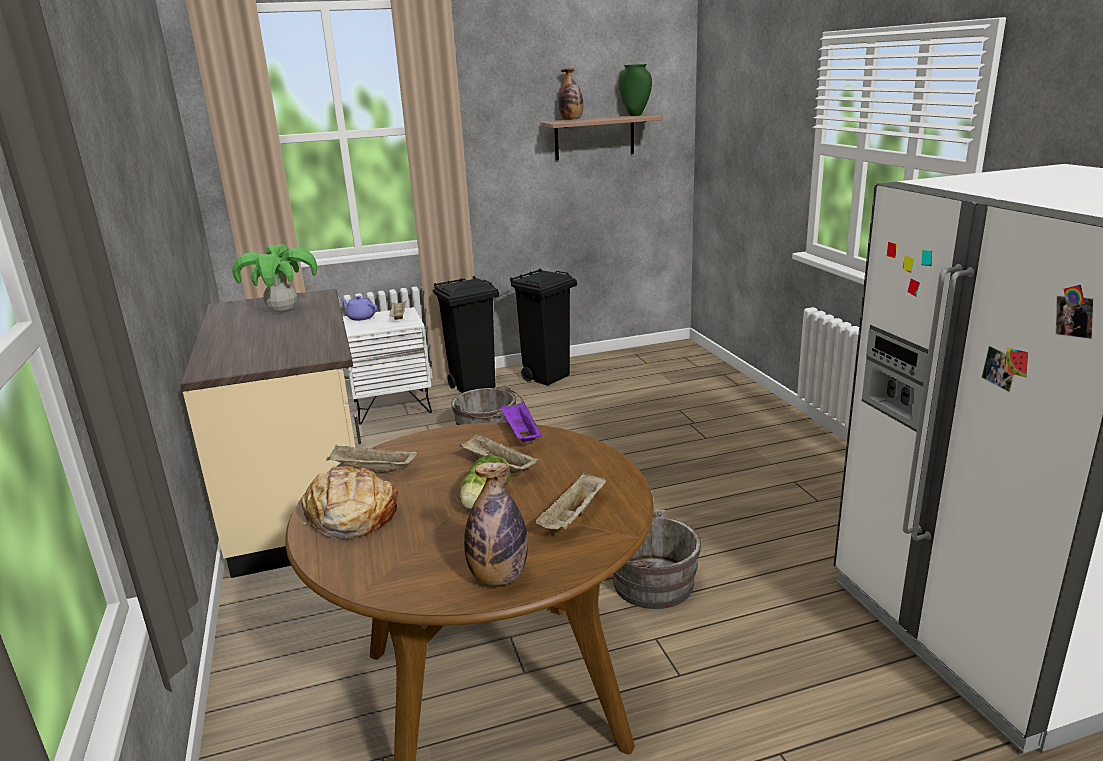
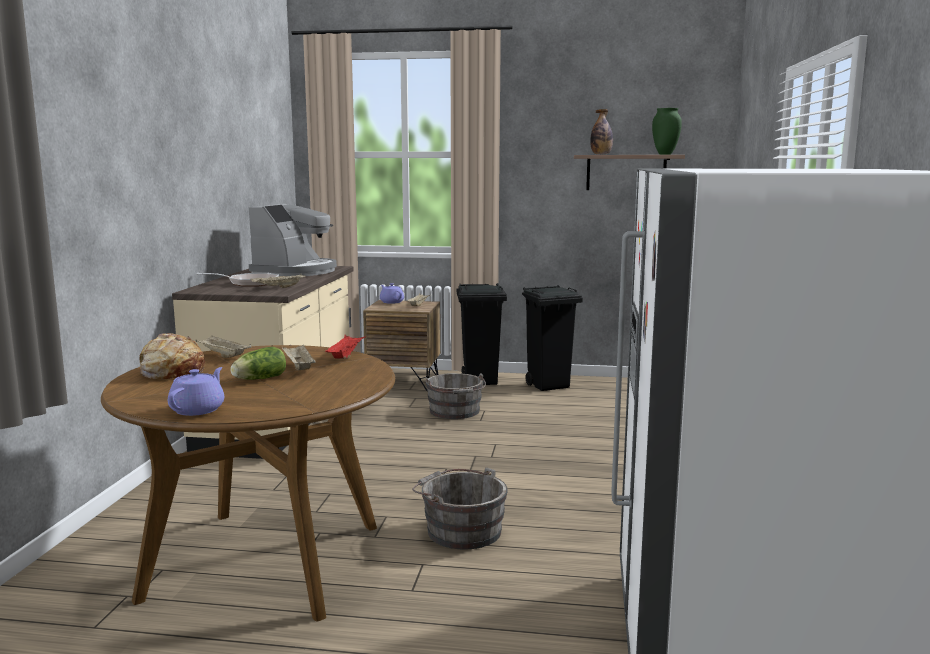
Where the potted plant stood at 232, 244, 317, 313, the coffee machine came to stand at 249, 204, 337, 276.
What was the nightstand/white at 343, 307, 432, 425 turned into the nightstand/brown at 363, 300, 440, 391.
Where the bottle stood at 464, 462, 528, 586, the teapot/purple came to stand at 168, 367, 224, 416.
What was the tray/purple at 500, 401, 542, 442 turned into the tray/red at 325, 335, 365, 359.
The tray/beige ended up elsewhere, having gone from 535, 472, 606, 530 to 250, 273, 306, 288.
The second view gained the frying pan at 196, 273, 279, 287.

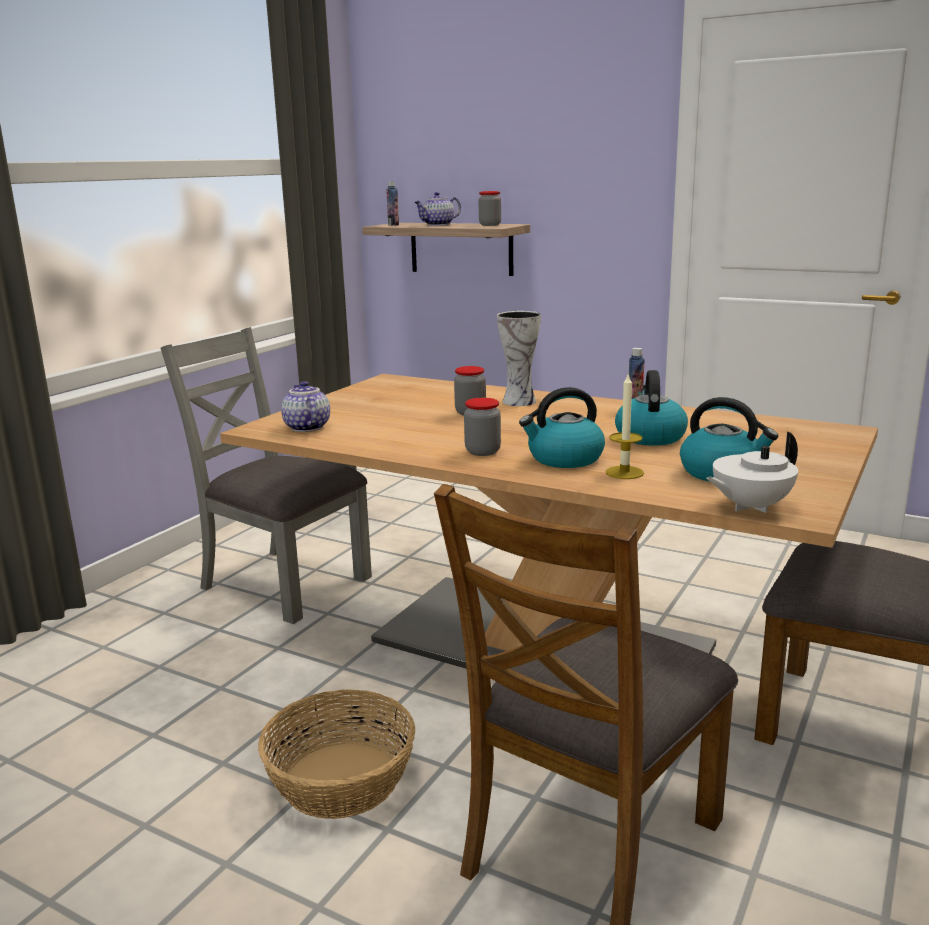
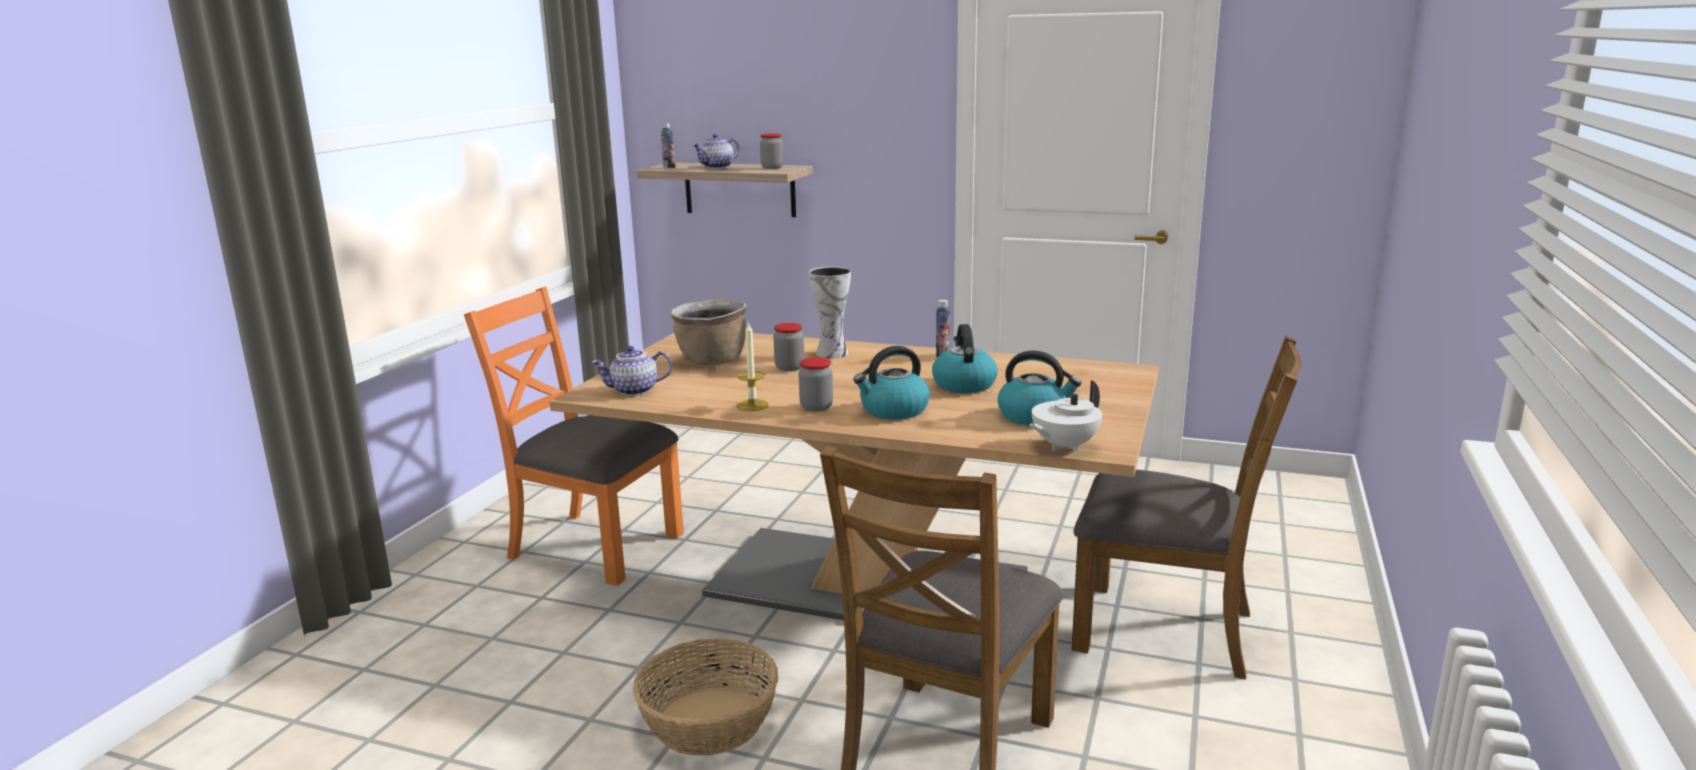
What was the chair/grey at 161, 327, 372, 624 turned into the chair/orange at 464, 286, 684, 586.
The teapot at 281, 381, 330, 432 ended up facing another way, 75 degrees counterclockwise from before.
The candle ended up elsewhere, having gone from 605, 374, 644, 479 to 737, 321, 769, 411.
The second view gained the cooking pot/brown at 670, 300, 747, 365.

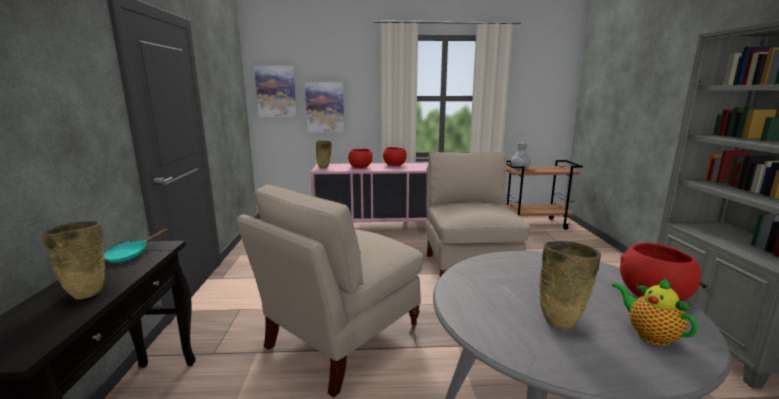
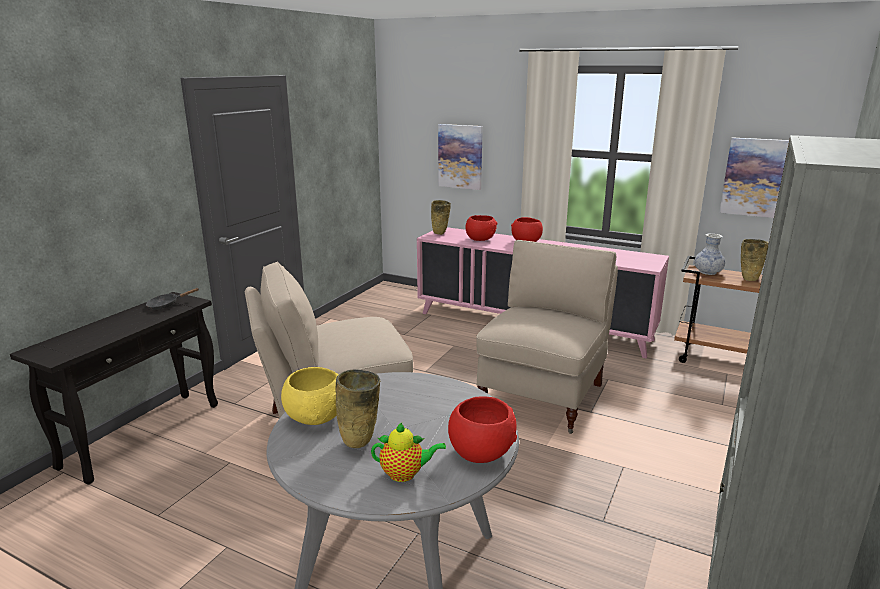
The vase/beige ended up elsewhere, having gone from 42, 221, 105, 299 to 741, 239, 768, 281.
What was the frying pan/turquoise at 104, 229, 167, 263 turned into the frying pan/black at 146, 288, 199, 310.
The picture ended up elsewhere, having gone from 254, 65, 297, 117 to 719, 137, 789, 218.
The teapot at 612, 277, 698, 346 ended up facing another way, 90 degrees clockwise from before.
The second view gained the bowl/yellow at 281, 367, 339, 425.

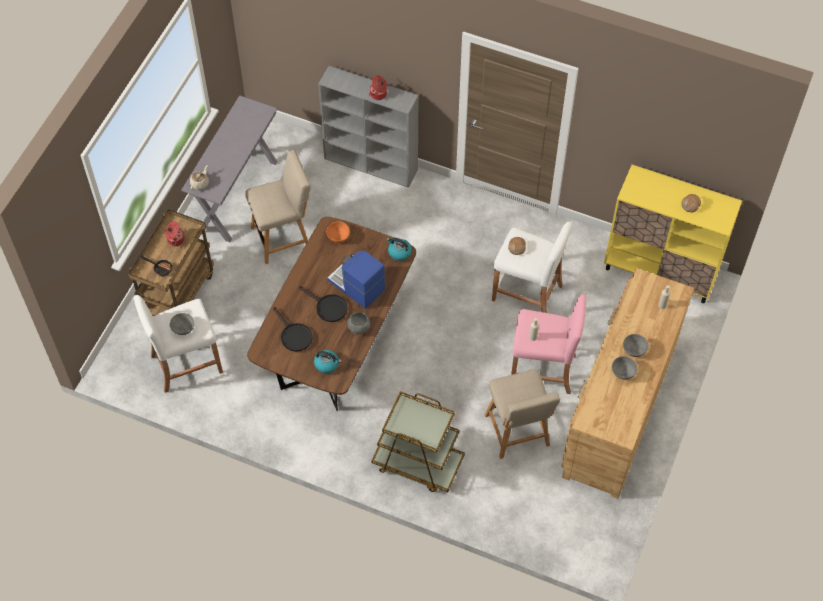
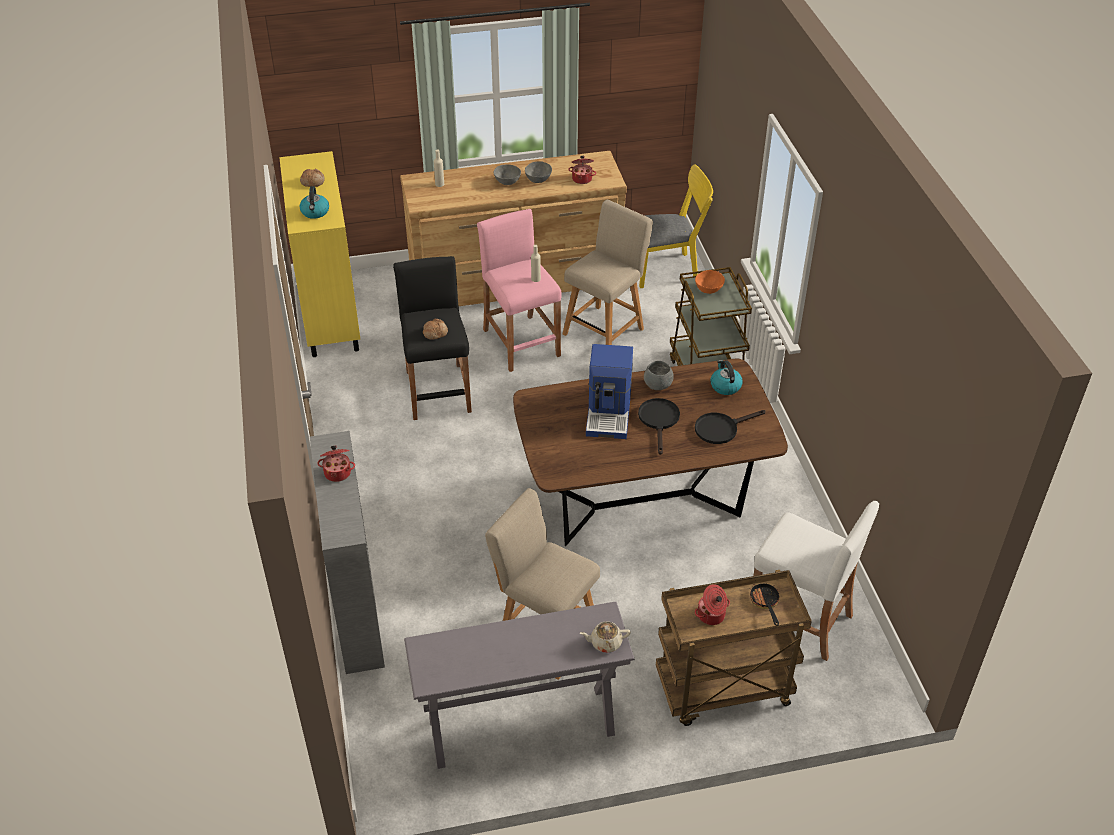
The second view lost the bowl/grey at 170, 313, 195, 335.
The frying pan/black at 273, 307, 312, 352 ended up facing another way, 135 degrees counterclockwise from before.
The bowl/orange ended up elsewhere, having gone from 326, 221, 350, 243 to 695, 270, 725, 294.
The kettle ended up elsewhere, having gone from 386, 237, 412, 261 to 300, 186, 329, 219.
What was the stool/white at 492, 221, 572, 313 turned into the stool/black at 393, 256, 472, 420.
The second view gained the cooking pot at 568, 156, 596, 184.
The second view gained the chair/yellow at 639, 164, 713, 288.

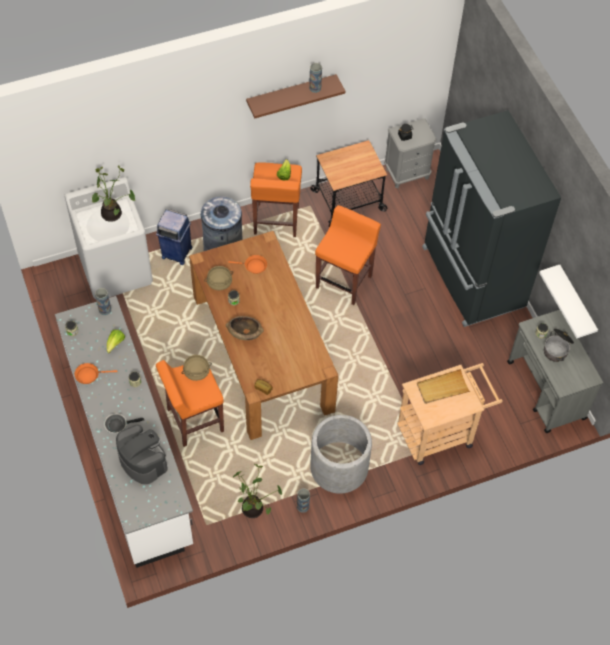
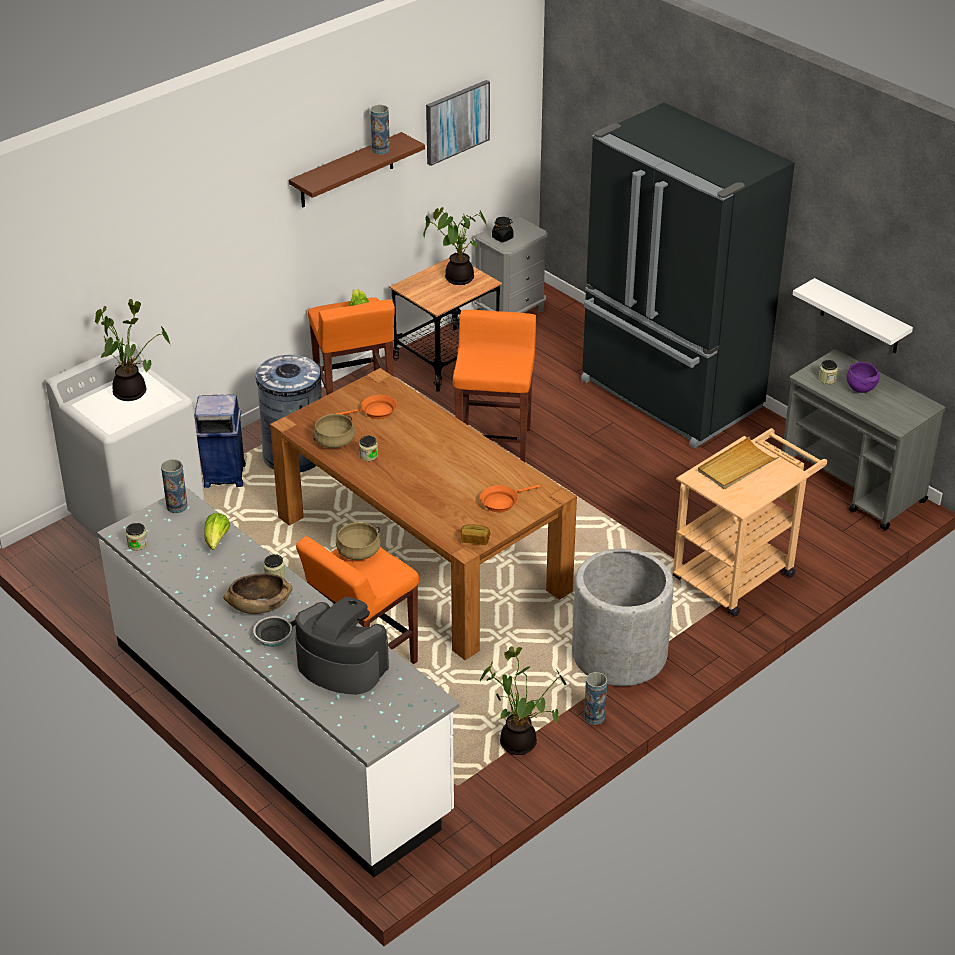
The frying pan/orange ended up elsewhere, having gone from 74, 363, 117, 384 to 480, 485, 540, 512.
The bowl/brown ended up elsewhere, having gone from 226, 316, 264, 340 to 223, 573, 293, 614.
Where the cooking pot stood at 544, 328, 574, 362, the bowl/purple came to stand at 847, 362, 880, 393.
The second view gained the potted plant at 423, 207, 487, 285.
The second view gained the picture at 426, 80, 490, 166.

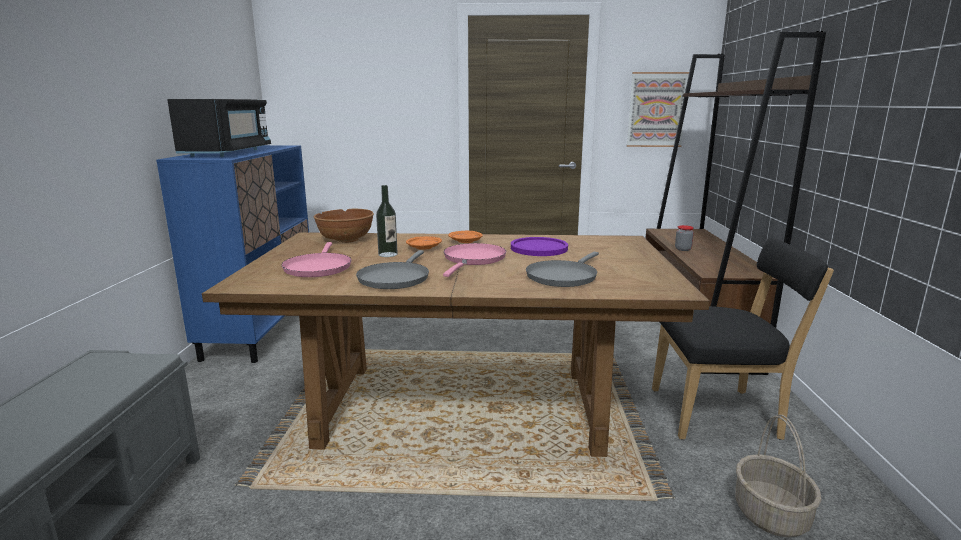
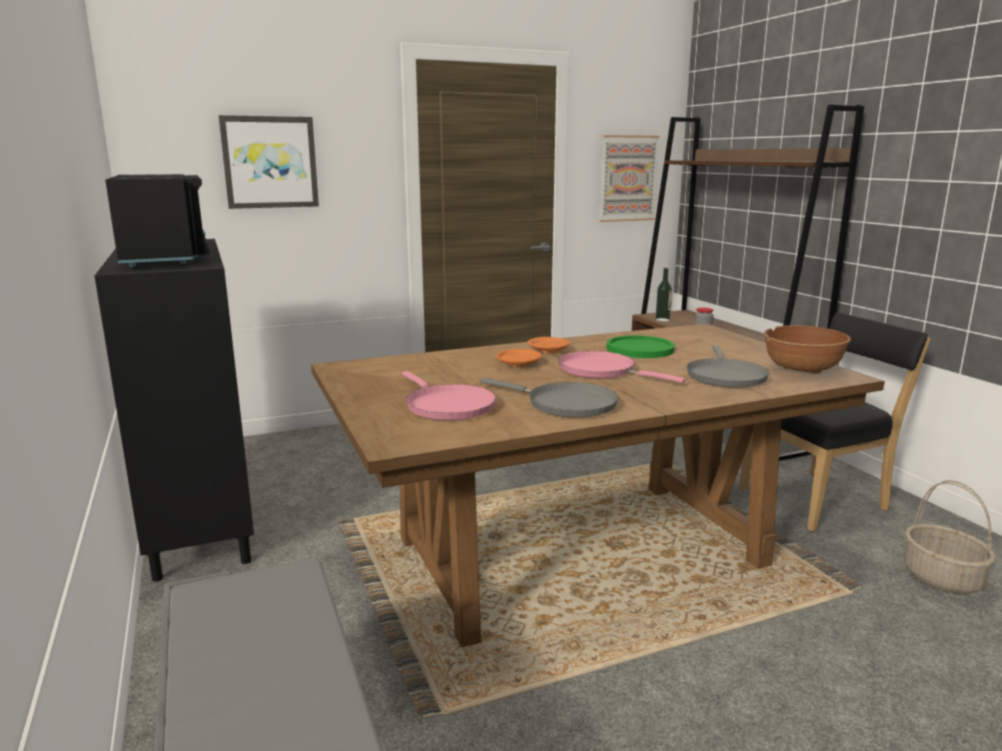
What was the cabinet/blue at 156, 145, 309, 363 turned into the cabinet/black at 95, 239, 254, 582.
The bowl/brown ended up elsewhere, having gone from 314, 209, 374, 243 to 764, 325, 851, 374.
The frying pan/grey at 356, 250, 429, 289 ended up facing another way, 45 degrees counterclockwise from before.
The bottle ended up elsewhere, having gone from 376, 185, 398, 257 to 656, 268, 672, 322.
The frying pan/pink at 443, 243, 506, 277 ended up facing another way, 45 degrees counterclockwise from before.
What was the plate/purple at 511, 237, 568, 256 turned into the plate/green at 606, 335, 675, 358.
The second view gained the picture at 219, 115, 319, 209.

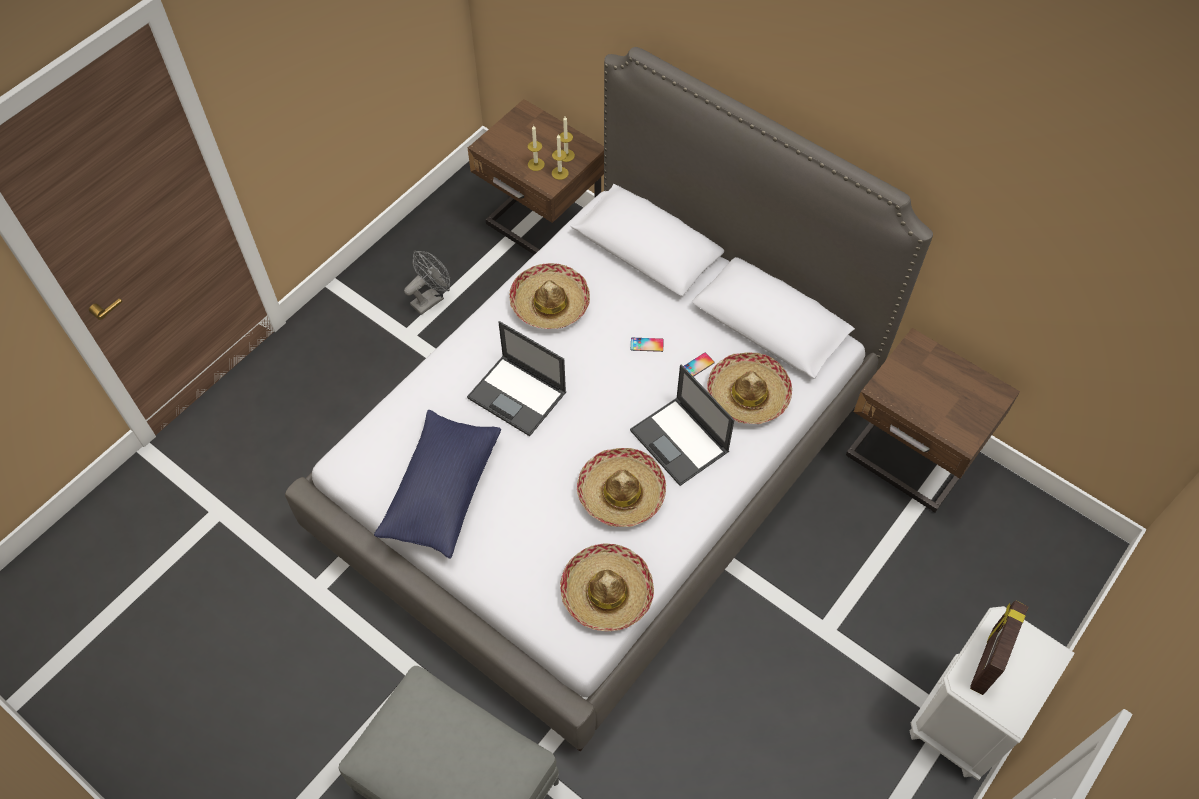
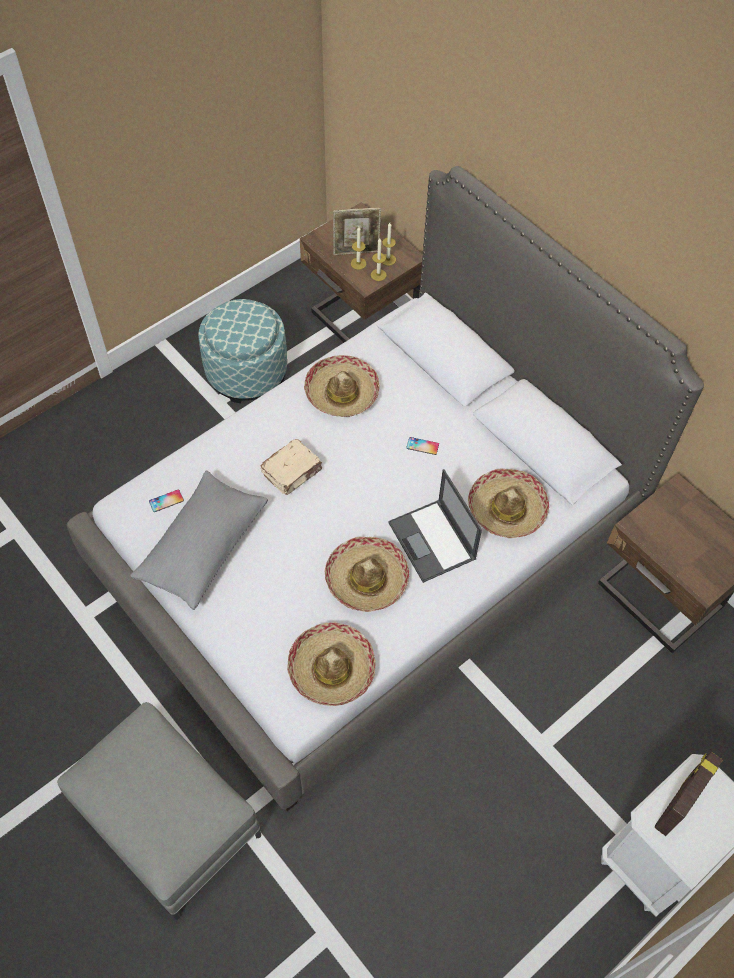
What was the pillow/blue at 374, 410, 501, 559 turned into the pillow/grey at 130, 471, 268, 610.
Where the fan/grey stood at 404, 251, 450, 315, the ottoman came to stand at 198, 299, 287, 403.
Where the laptop stood at 467, 321, 566, 436, the book/beige came to stand at 261, 439, 322, 495.
The phone ended up elsewhere, having gone from 683, 353, 714, 377 to 149, 489, 184, 512.
The second view gained the picture frame at 333, 207, 381, 255.

